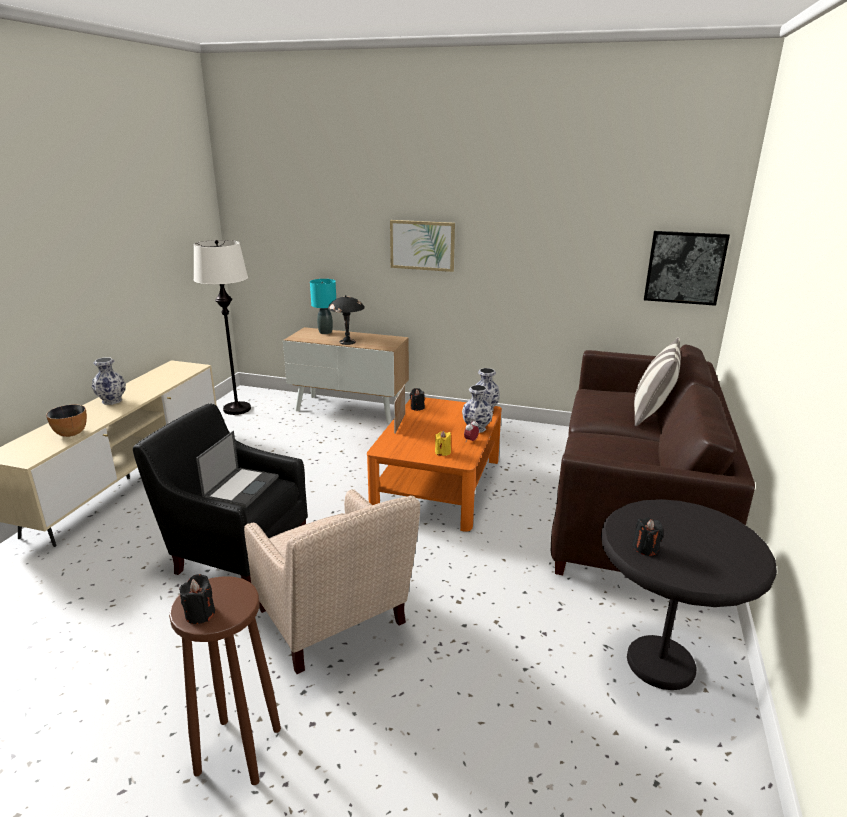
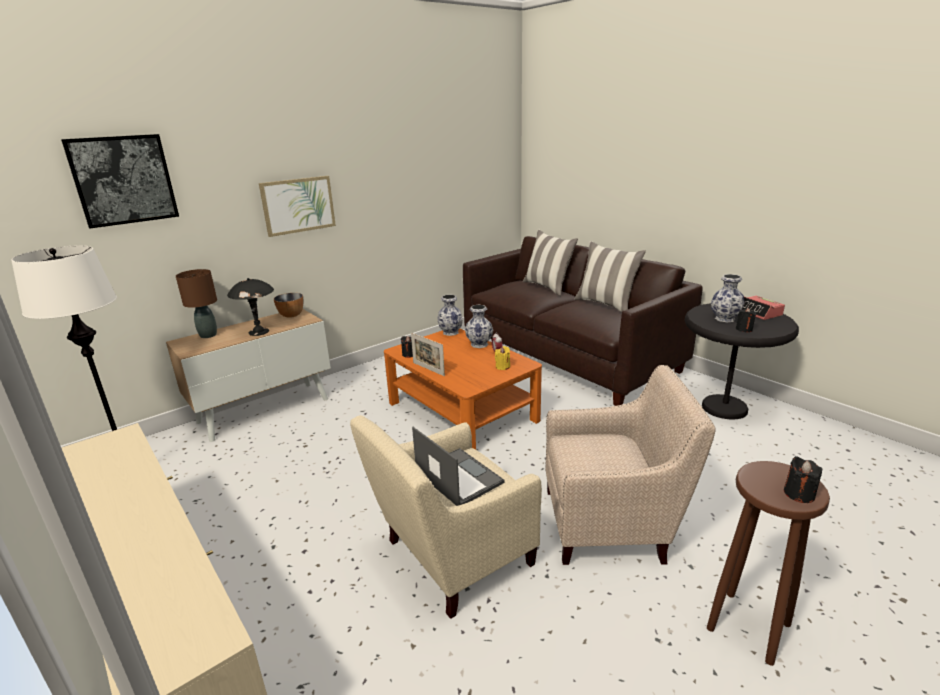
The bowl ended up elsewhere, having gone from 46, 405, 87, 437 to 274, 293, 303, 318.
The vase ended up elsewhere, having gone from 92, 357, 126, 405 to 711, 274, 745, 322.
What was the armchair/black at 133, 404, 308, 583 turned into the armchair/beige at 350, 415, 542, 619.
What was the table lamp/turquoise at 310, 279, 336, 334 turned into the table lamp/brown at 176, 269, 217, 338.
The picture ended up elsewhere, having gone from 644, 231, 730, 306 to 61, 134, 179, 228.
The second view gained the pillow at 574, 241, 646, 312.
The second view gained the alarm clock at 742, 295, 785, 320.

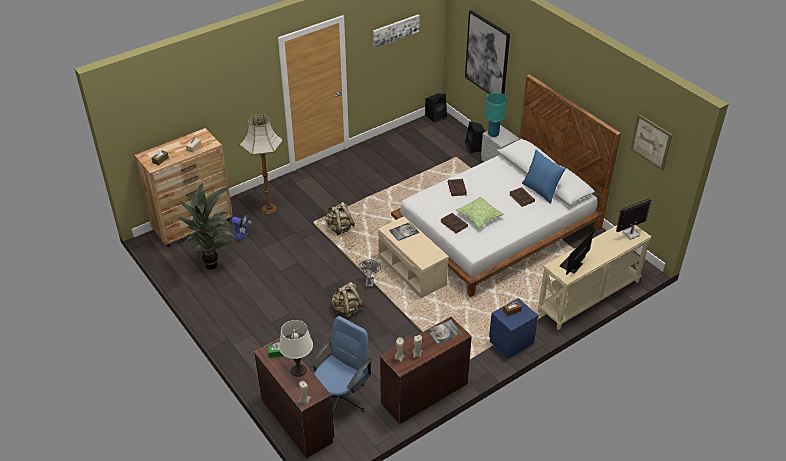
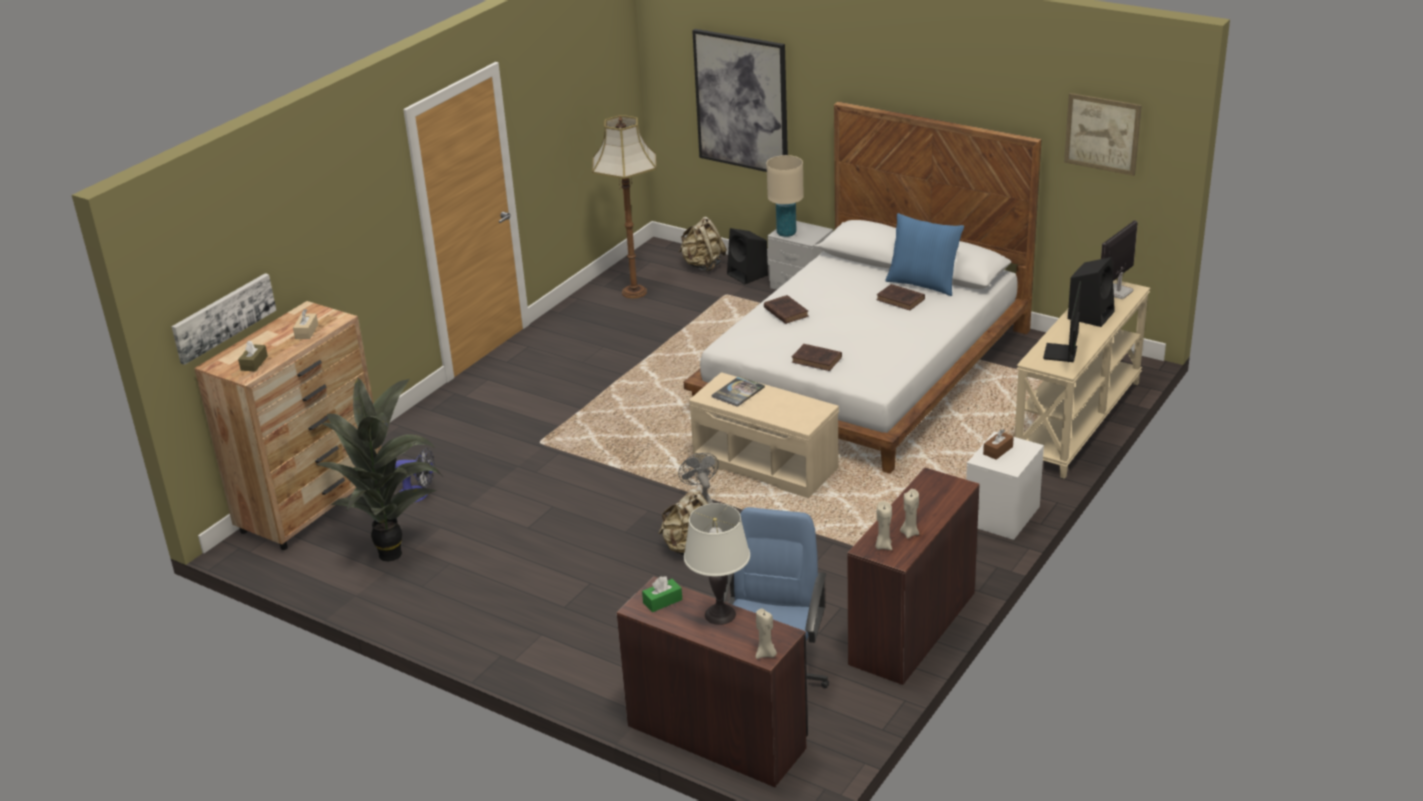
The floor lamp ended up elsewhere, having gone from 239, 114, 283, 214 to 592, 115, 656, 299.
The backpack/beige ended up elsewhere, having gone from 325, 202, 355, 235 to 679, 217, 727, 272.
The picture ended up elsewhere, having gone from 373, 14, 420, 48 to 171, 273, 276, 365.
The speaker/black ended up elsewhere, having gone from 425, 93, 447, 123 to 1068, 257, 1115, 327.
The second view lost the book at 427, 320, 462, 345.
The second view lost the pillow at 456, 197, 504, 228.
What was the table lamp/turquoise at 485, 93, 507, 137 turned into the table lamp/beige at 766, 155, 804, 237.
What was the nightstand/blue at 489, 298, 538, 359 turned into the nightstand/white at 966, 431, 1044, 540.

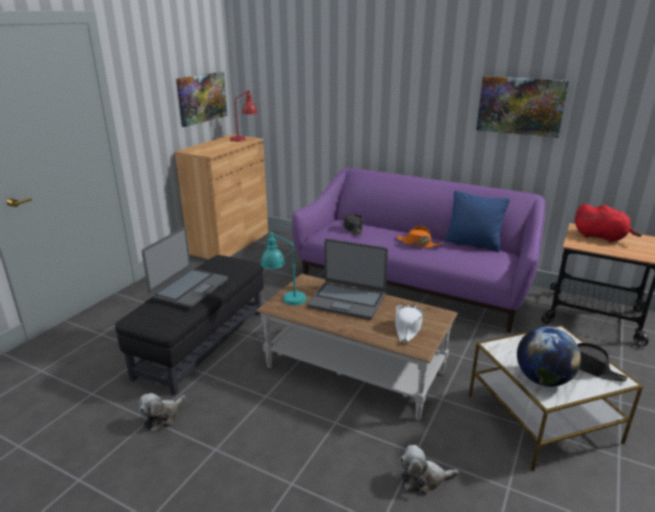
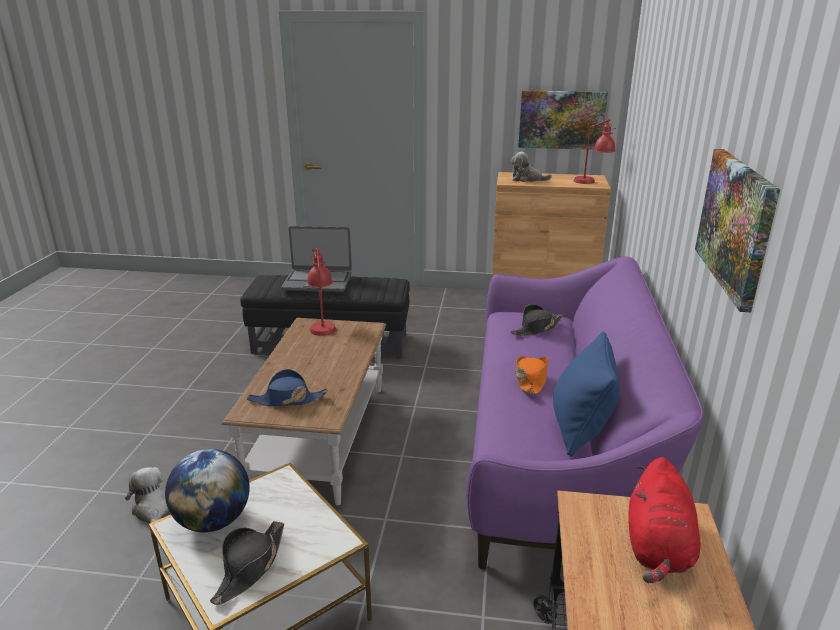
The plush toy ended up elsewhere, having gone from 139, 393, 186, 432 to 511, 152, 552, 182.
What was the table lamp/turquoise at 261, 232, 307, 306 turned into the table lamp/red at 307, 248, 336, 336.
The second view lost the laptop at 307, 239, 388, 320.
What was the hat/white at 395, 304, 423, 343 turned into the hat/blue at 247, 369, 328, 406.

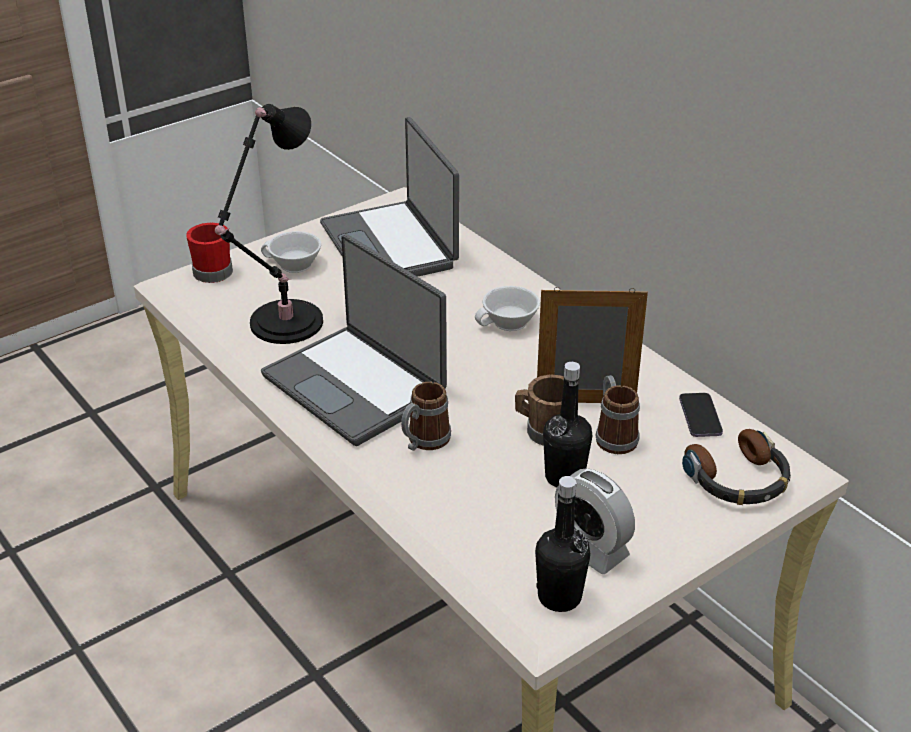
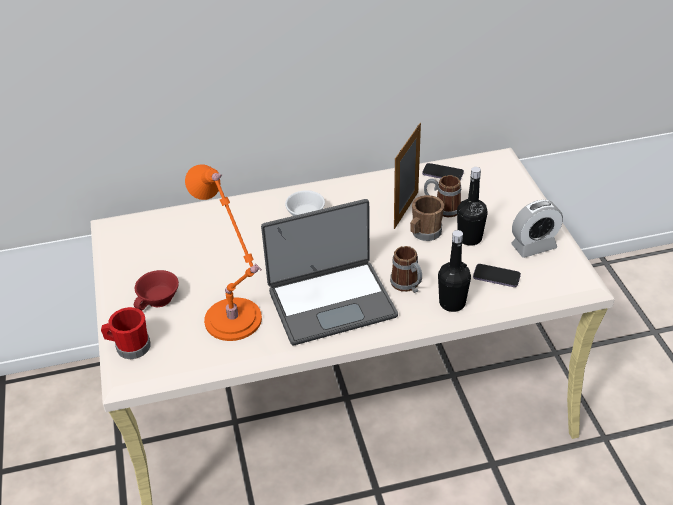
What was the table lamp/black at 215, 104, 323, 344 turned into the table lamp/orange at 185, 164, 262, 341.
What was the cup/white at 261, 231, 321, 273 turned into the cup/red at 134, 270, 179, 310.
The second view lost the laptop at 320, 117, 459, 277.
The bottle/black ended up elsewhere, having gone from 535, 476, 590, 612 to 438, 230, 471, 312.
The second view lost the headphones at 682, 429, 791, 505.
The second view gained the phone at 473, 264, 521, 287.

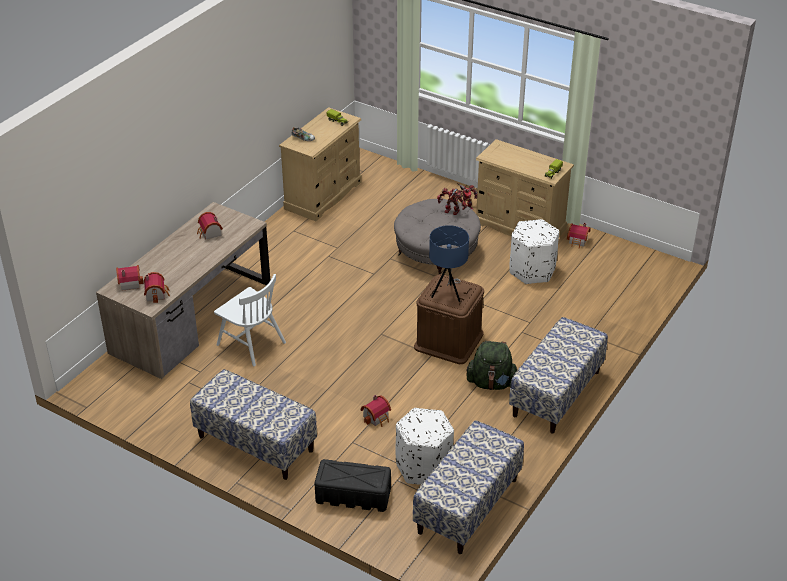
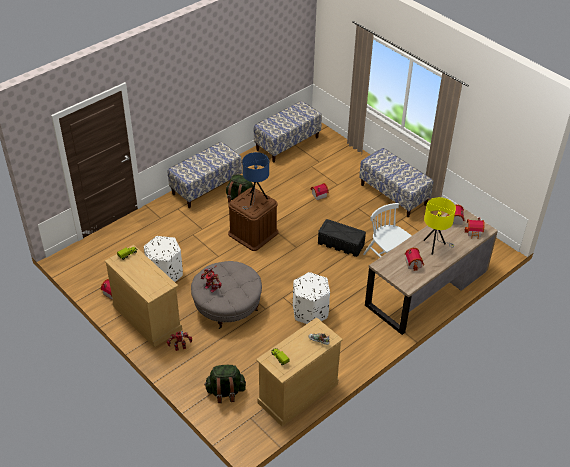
The storage box/black ended up elsewhere, having gone from 314, 459, 391, 512 to 318, 219, 366, 257.
The ottoman/white ended up elsewhere, having gone from 395, 408, 454, 485 to 293, 272, 330, 324.
The second view gained the backpack/green at 204, 365, 246, 403.
The second view gained the table lamp/yellow at 424, 197, 456, 255.

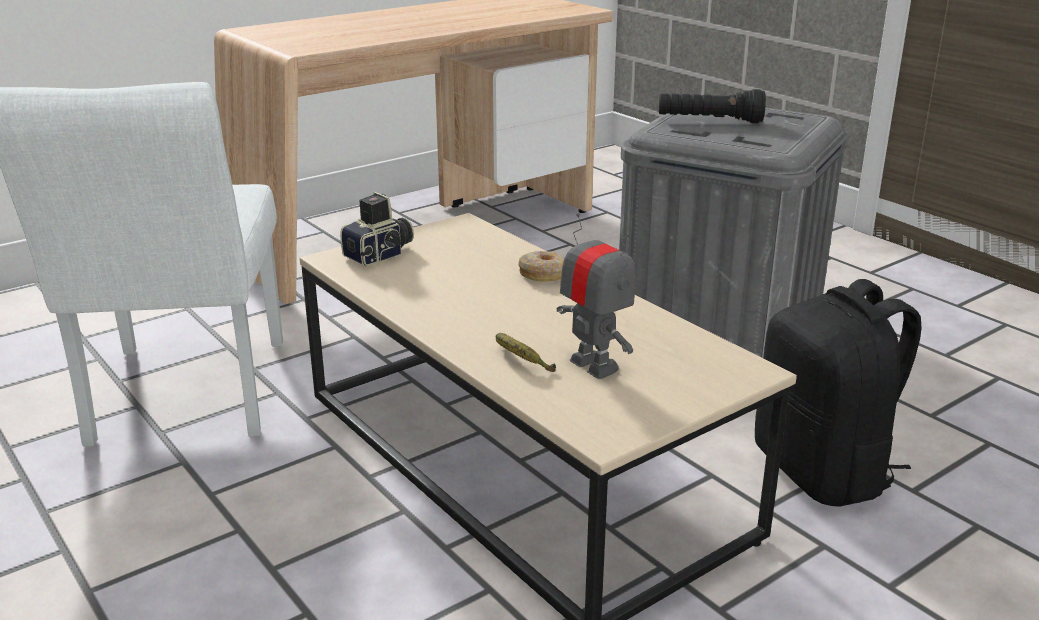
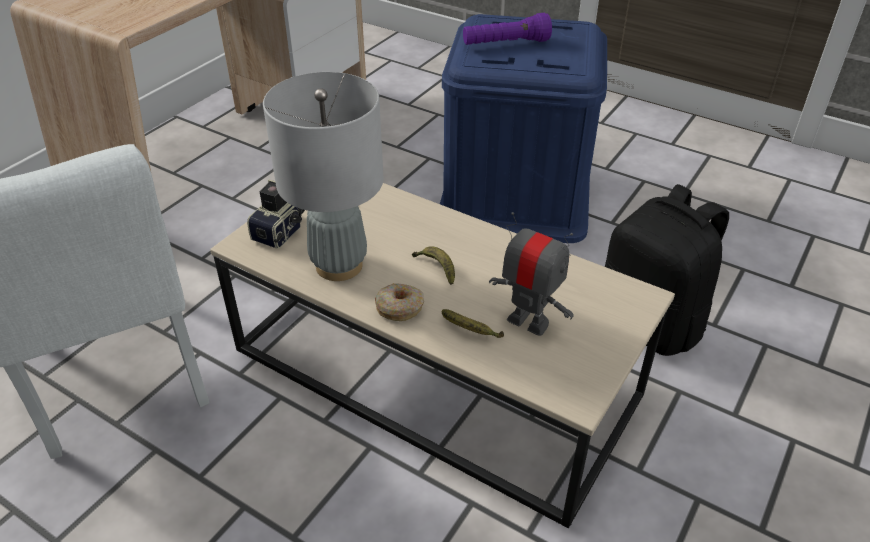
The donut ended up elsewhere, having gone from 518, 251, 565, 282 to 375, 283, 424, 321.
What was the storage box/grey at 619, 107, 849, 358 turned into the storage box/blue at 440, 14, 607, 243.
What was the flashlight/black at 659, 89, 766, 123 turned into the flashlight/purple at 463, 13, 552, 45.
The second view gained the table lamp/grey at 263, 72, 384, 281.
The second view gained the banana at 412, 246, 455, 285.

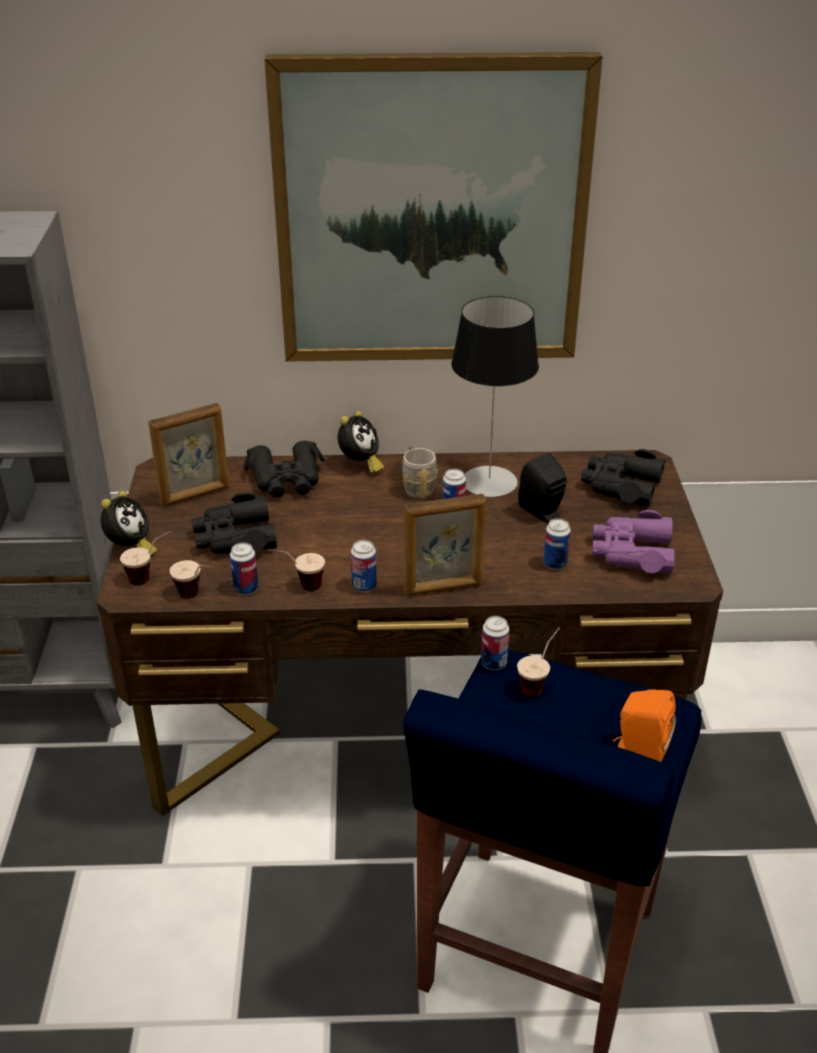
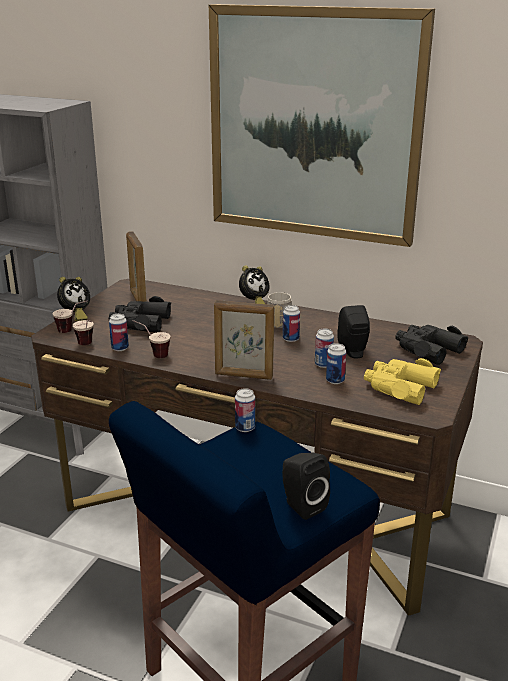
The picture frame at 148, 403, 229, 507 ended up facing another way, 75 degrees clockwise from before.
The second view lost the binoculars/black at 244, 441, 325, 498.
The can ended up elsewhere, having gone from 351, 540, 377, 592 to 315, 329, 334, 368.
The second view lost the table lamp at 451, 296, 539, 497.
The second view lost the cup at 517, 627, 560, 697.
What was the binoculars/purple at 592, 510, 675, 573 turned into the binoculars/yellow at 364, 358, 441, 405.
What was the speaker/orange at 613, 689, 676, 762 turned into the speaker/black at 282, 452, 330, 520.

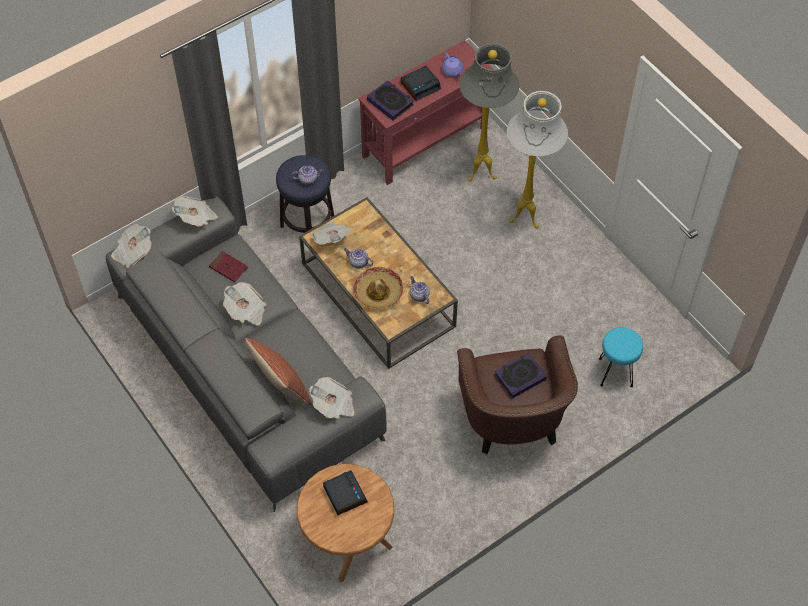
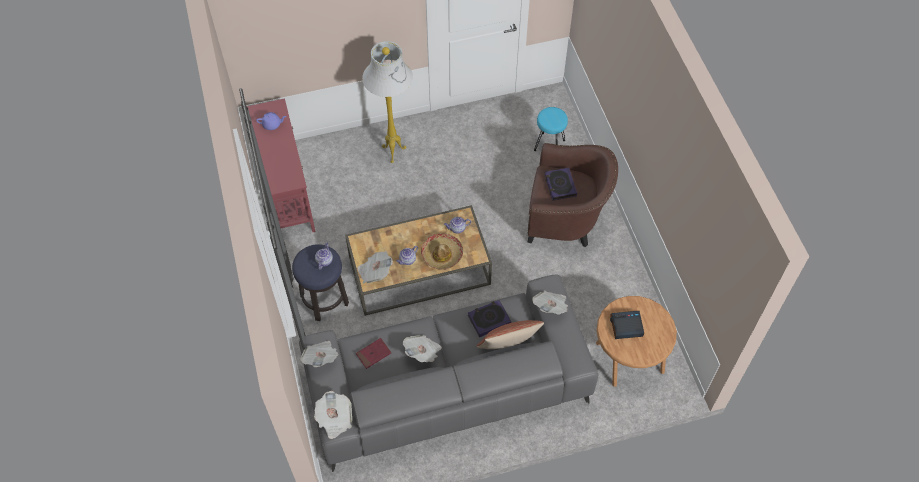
The book ended up elsewhere, having gone from 367, 80, 414, 121 to 468, 300, 511, 337.
The second view lost the alarm clock at 401, 66, 441, 101.
The second view lost the floor lamp/grey at 459, 43, 519, 181.

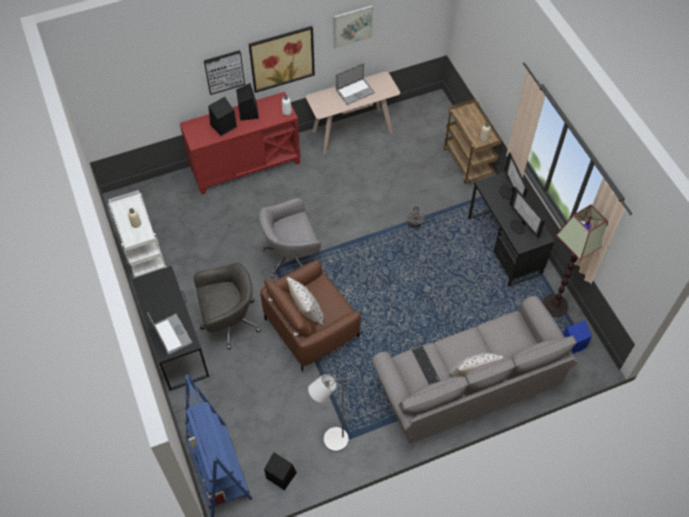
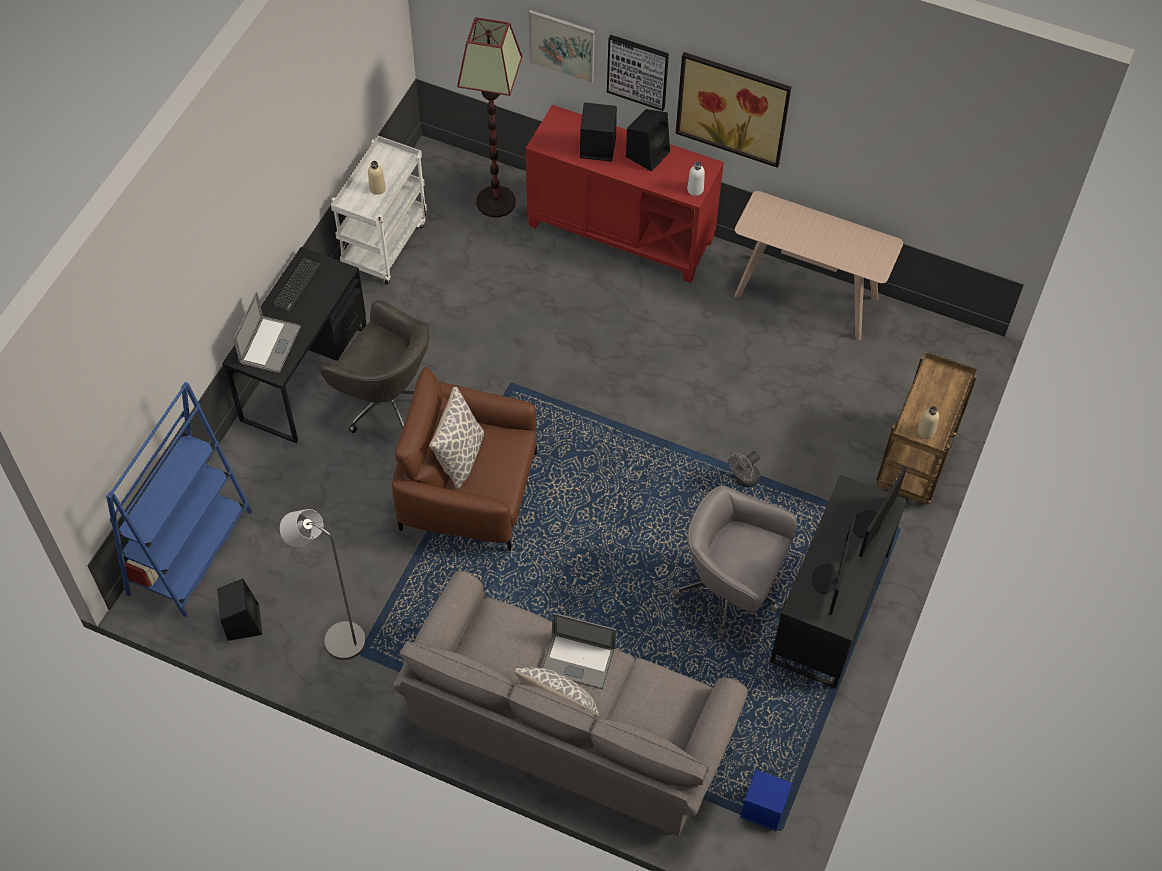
The office chair/grey ended up elsewhere, having gone from 259, 198, 321, 279 to 673, 486, 797, 637.
The picture ended up elsewhere, having gone from 333, 5, 373, 48 to 528, 10, 595, 83.
The laptop ended up elsewhere, having gone from 336, 63, 375, 105 to 542, 613, 616, 690.
The keyboard ended up elsewhere, having gone from 412, 346, 440, 385 to 272, 258, 320, 312.
The floor lamp ended up elsewhere, having gone from 542, 204, 608, 317 to 457, 17, 522, 217.

